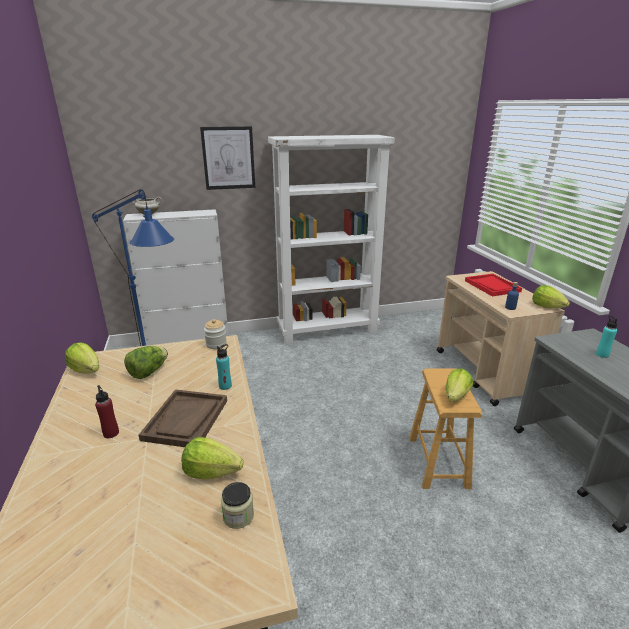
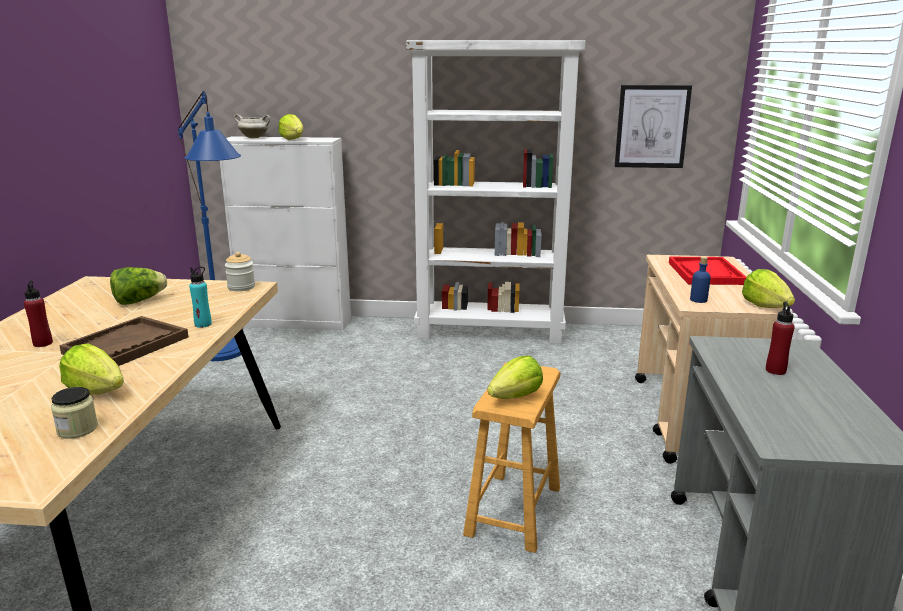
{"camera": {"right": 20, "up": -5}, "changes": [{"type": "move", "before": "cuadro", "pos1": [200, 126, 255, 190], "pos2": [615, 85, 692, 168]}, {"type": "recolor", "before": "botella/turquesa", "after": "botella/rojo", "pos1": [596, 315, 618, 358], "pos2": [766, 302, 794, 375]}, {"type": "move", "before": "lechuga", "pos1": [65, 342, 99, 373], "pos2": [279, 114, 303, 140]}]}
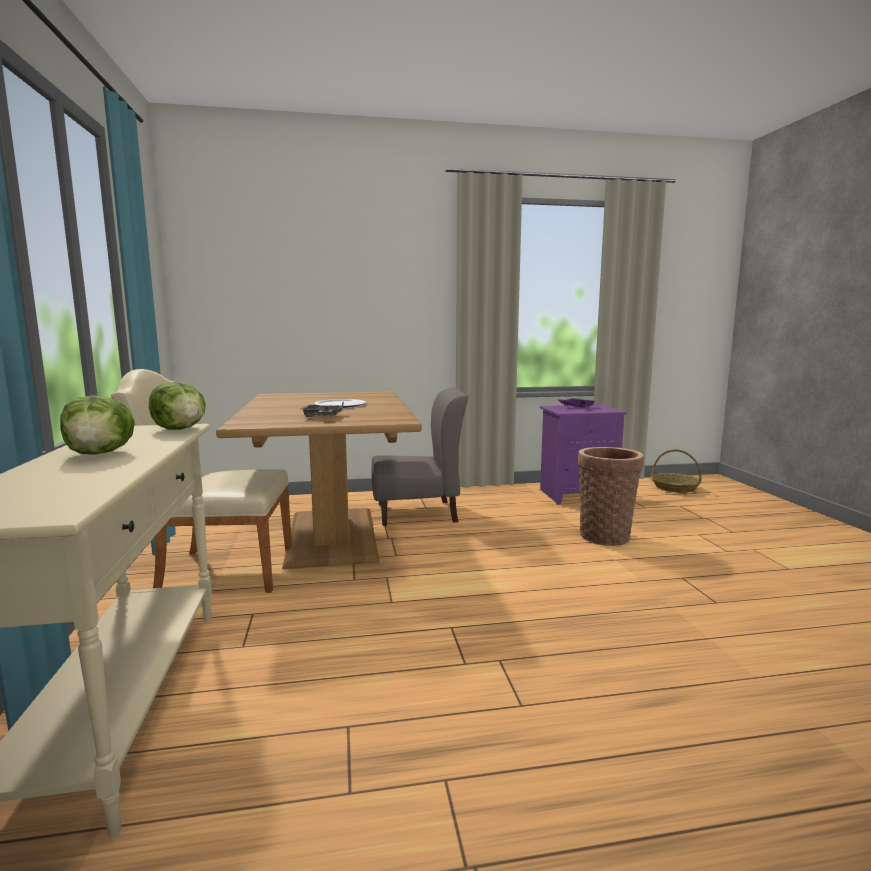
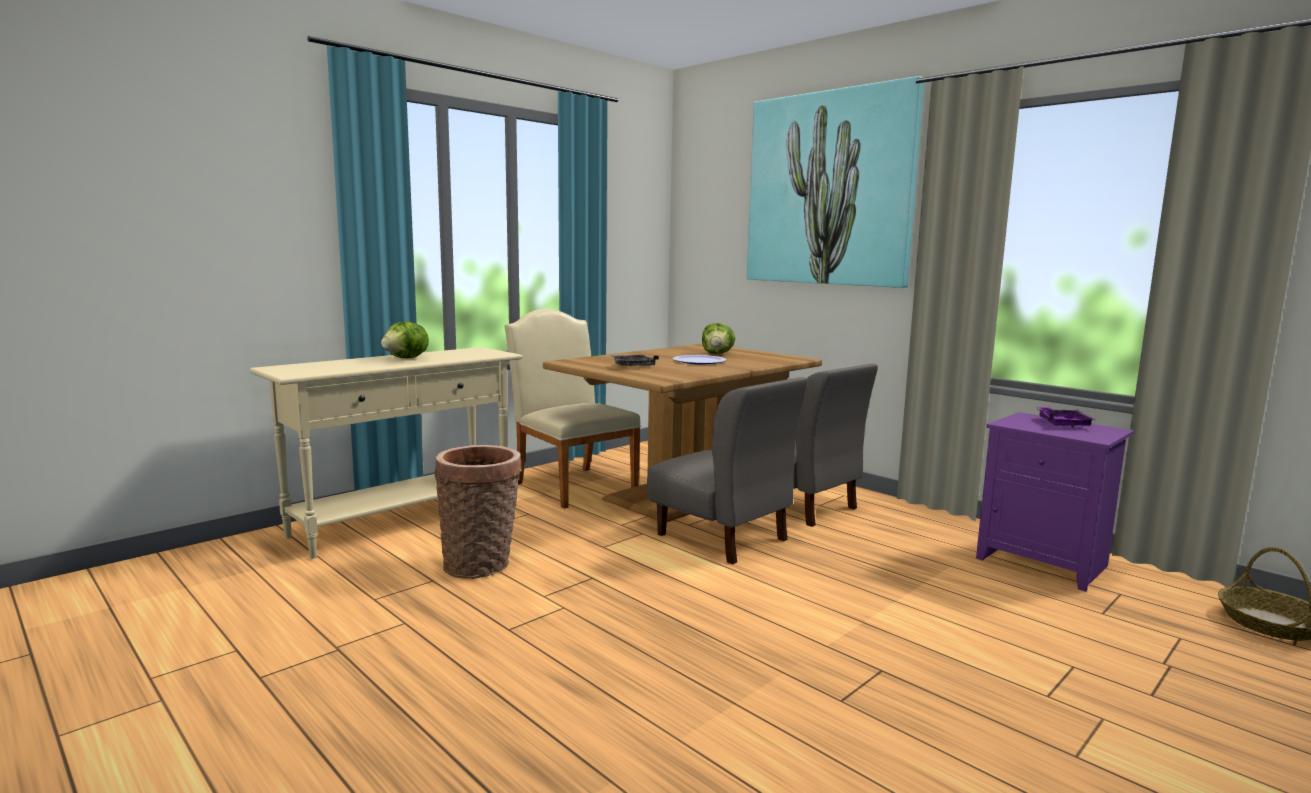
{"camera": {"right": 55, "up": 0}, "changes": [{"type": "move", "before": "lechuga", "pos1": [149, 382, 206, 430], "pos2": [702, 323, 735, 354]}, {"type": "move", "before": "cesta", "pos1": [578, 447, 644, 546], "pos2": [435, 445, 522, 579]}, {"type": "insert", "after": "cuadro", "pos2": [747, 76, 925, 288]}, {"type": "insert", "after": "silla/gris", "pos2": [647, 377, 807, 564]}]}
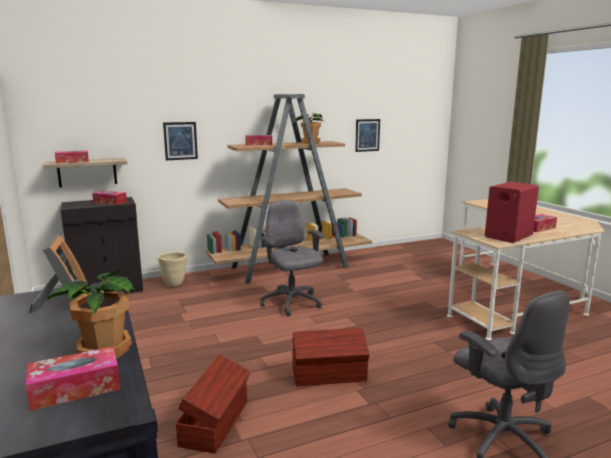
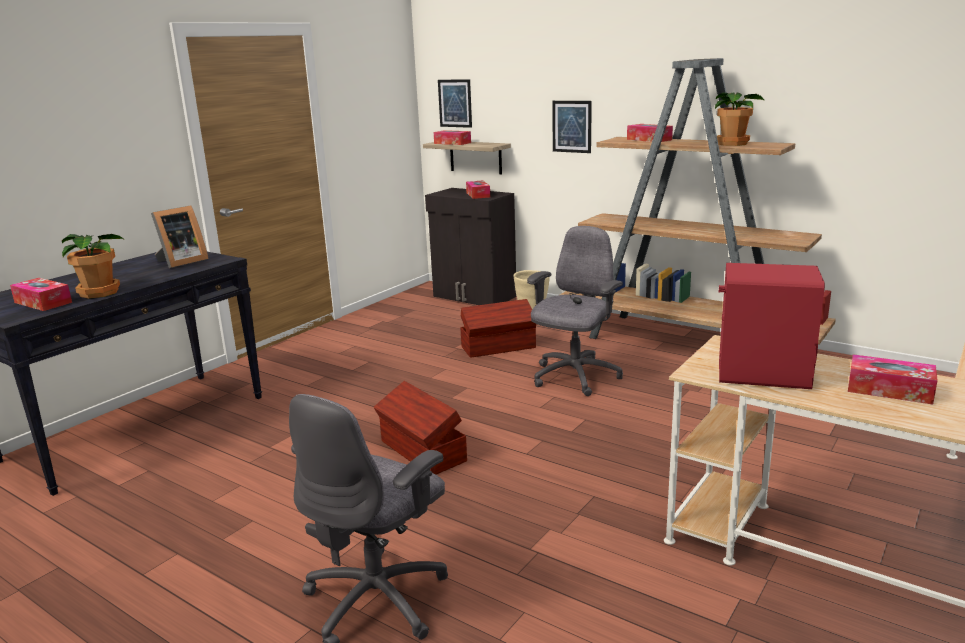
{"camera": {"right": 60, "up": 5}, "changes": [{"type": "move", "before": "cuadro", "pos1": [355, 119, 380, 152], "pos2": [438, 79, 472, 128]}, {"type": "move", "before": "caja de almacenaje/marrón", "pos1": [176, 354, 251, 454], "pos2": [460, 299, 536, 358]}]}
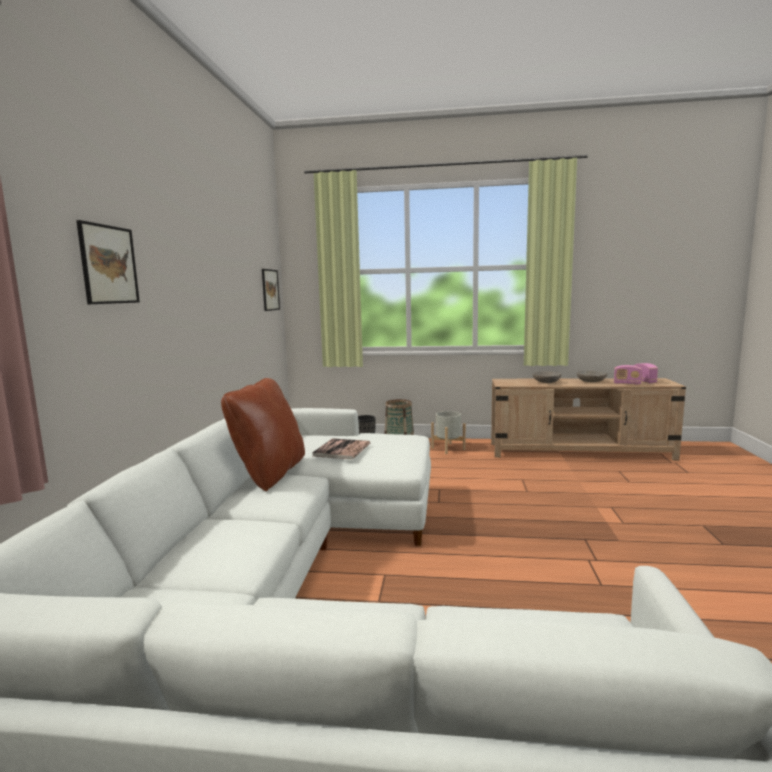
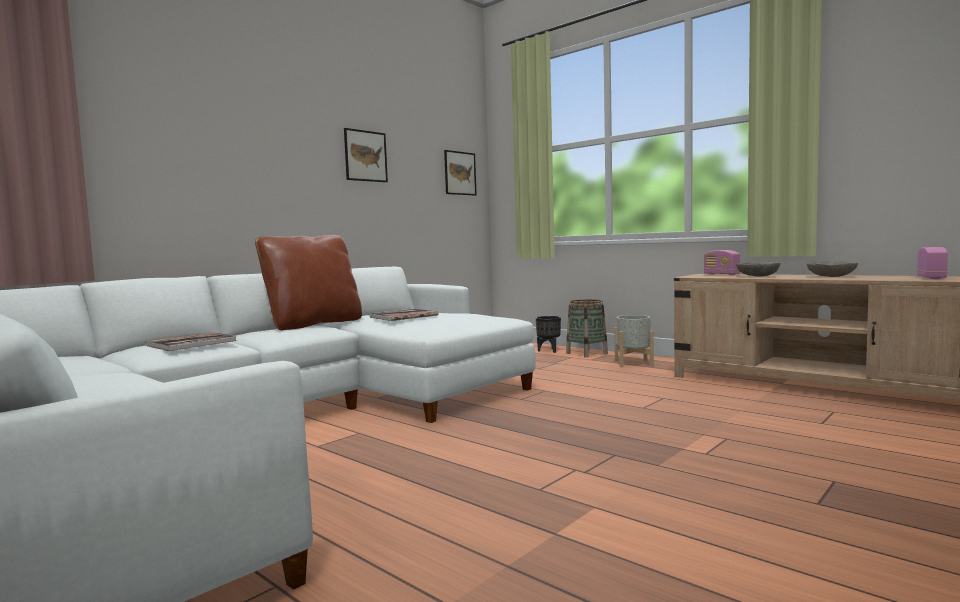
{"camera": {"right": 35, "up": -5}, "changes": [{"type": "move", "before": "cuadro", "pos1": [76, 220, 140, 304], "pos2": [344, 128, 388, 182]}, {"type": "move", "before": "radio", "pos1": [614, 365, 642, 385], "pos2": [704, 250, 740, 275]}, {"type": "insert", "after": "libro", "pos2": [145, 332, 237, 351]}]}
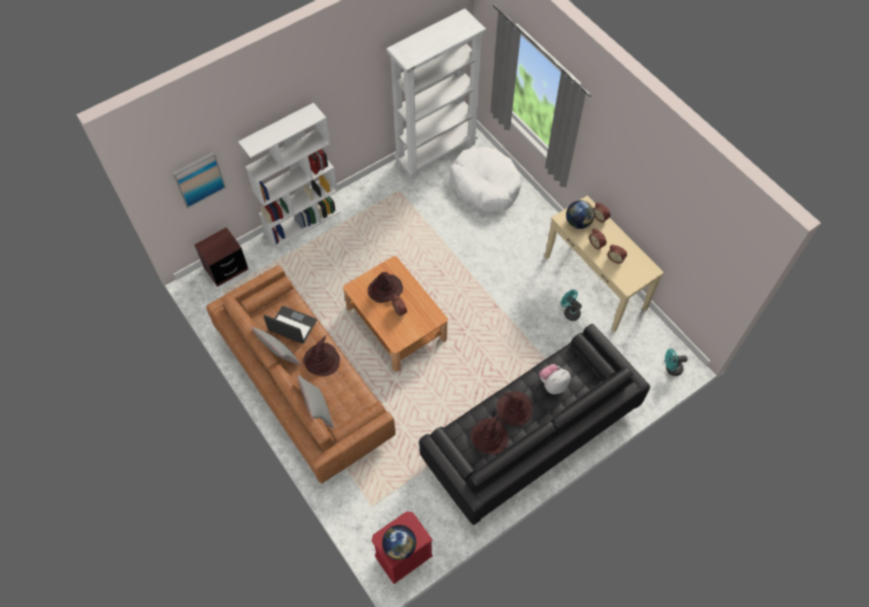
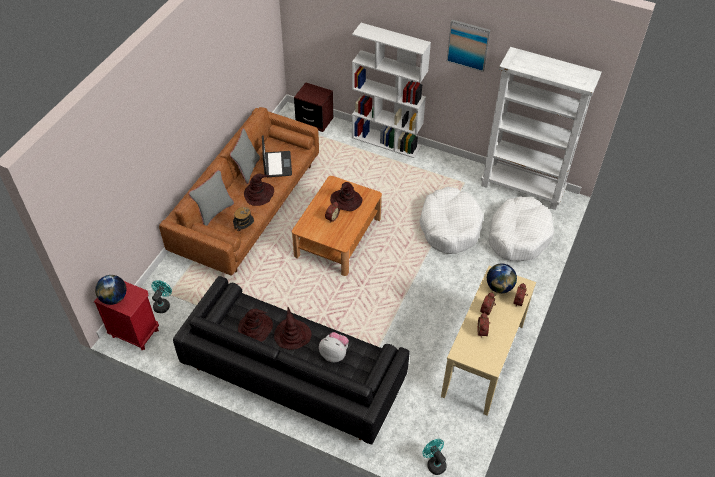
{"camera": {"right": 60, "up": -10}, "changes": [{"type": "move", "before": "cuadro", "pos1": [173, 152, 226, 208], "pos2": [446, 20, 491, 72]}, {"type": "move", "before": "ventilador/turquesa", "pos1": [561, 289, 582, 321], "pos2": [151, 280, 172, 313]}, {"type": "insert", "after": "cama para perro/blanco", "pos2": [419, 187, 484, 254]}, {"type": "insert", "after": "sombrero", "pos2": [233, 207, 254, 232]}]}
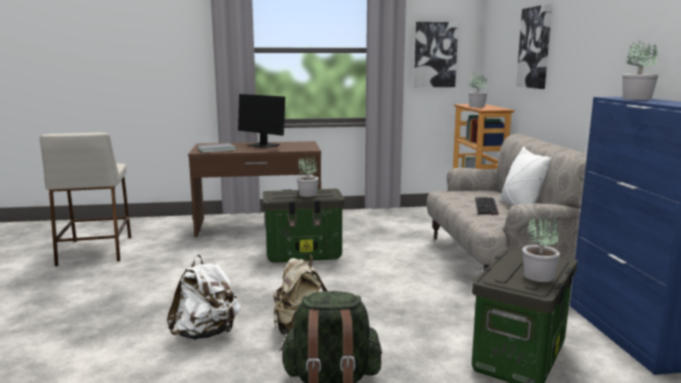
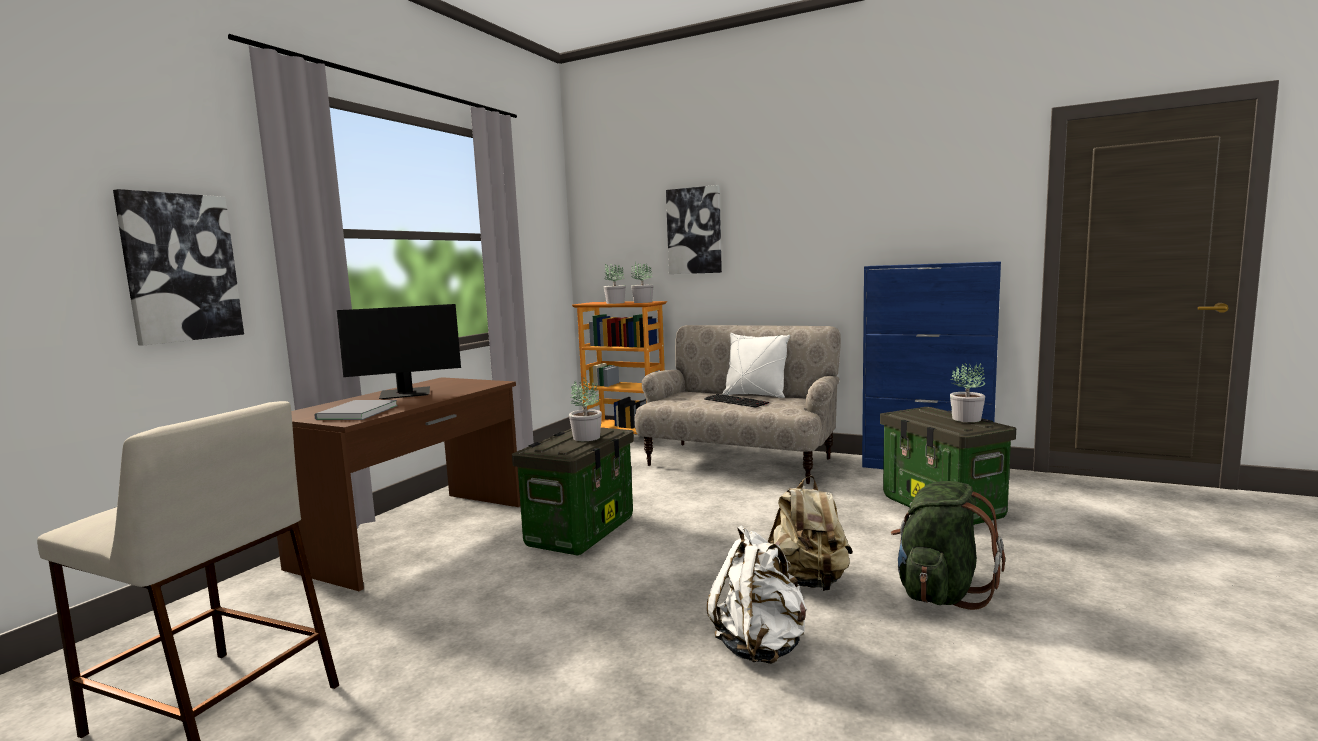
{"camera": {"right": -55, "up": -5}, "changes": [{"type": "move", "before": "cuadro", "pos1": [414, 22, 458, 87], "pos2": [113, 189, 244, 346]}, {"type": "move", "before": "planta en maceta", "pos1": [622, 41, 658, 100], "pos2": [631, 262, 654, 303]}]}
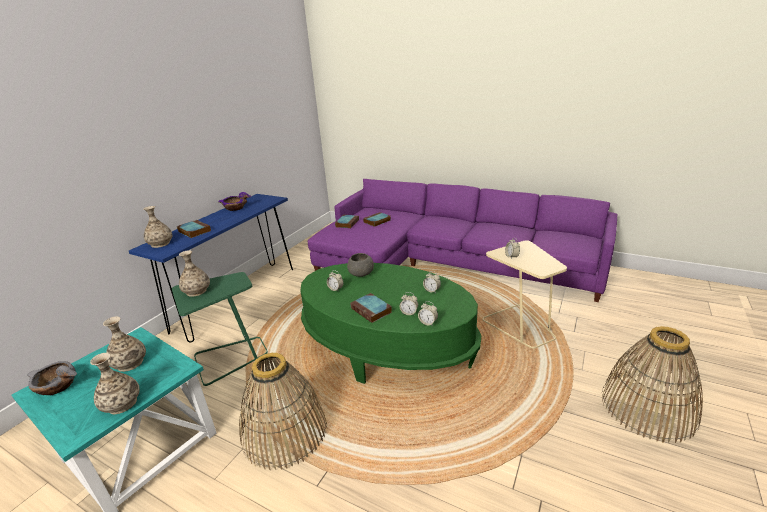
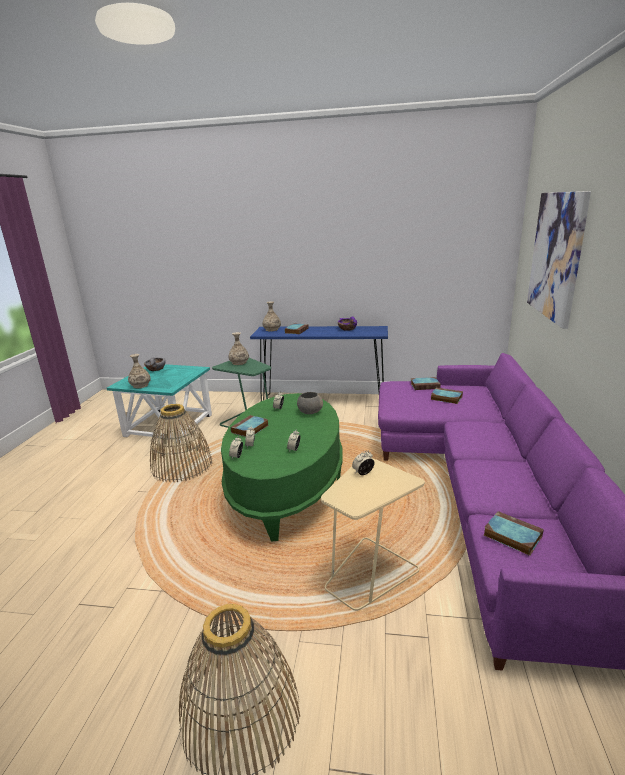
{"camera": {"right": 70, "up": -5}, "changes": [{"type": "delete", "before": "florero", "pos1": [103, 316, 146, 372]}, {"type": "insert", "after": "cuadro", "pos2": [527, 191, 591, 329]}, {"type": "insert", "after": "libro", "pos2": [484, 511, 544, 556]}]}
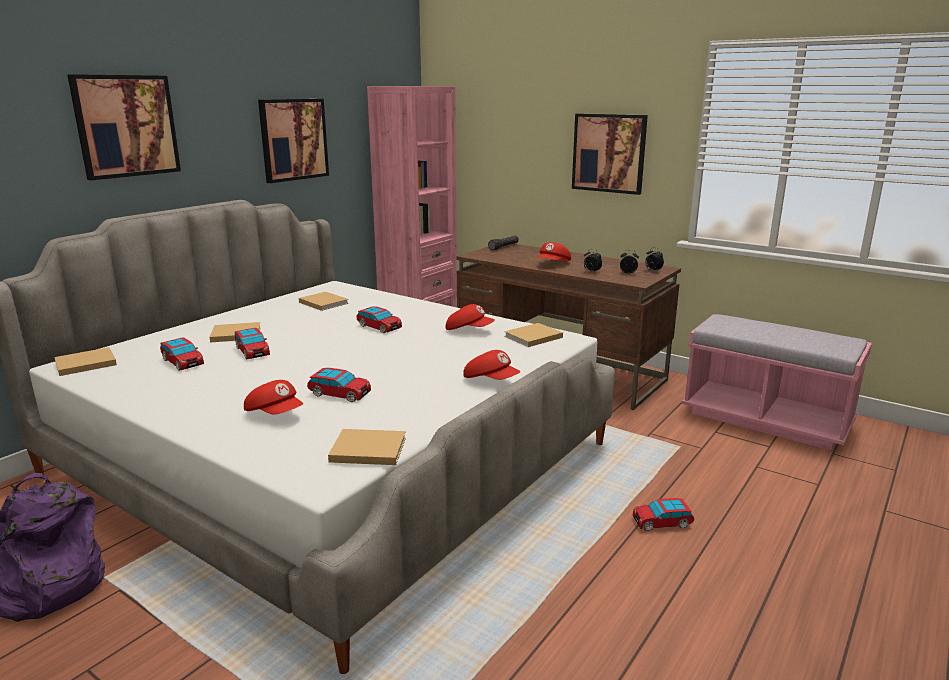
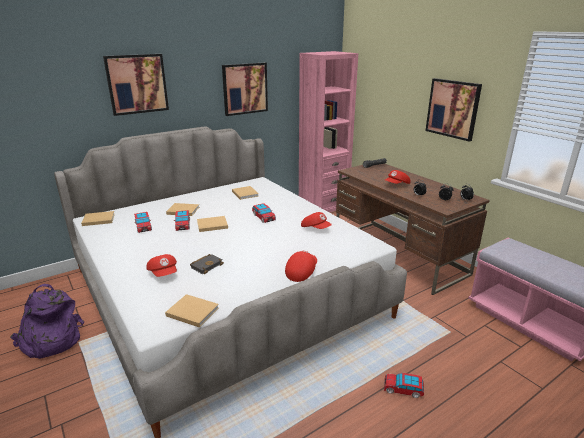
{"camera": {"right": 20, "up": 5}, "changes": [{"type": "move", "before": "libro/beis", "pos1": [504, 323, 563, 347], "pos2": [197, 216, 228, 232]}, {"type": "rotate", "before": "gorra/rojo", "pos1": [463, 350, 520, 380], "pos2": [285, 251, 317, 282], "turn": -120}, {"type": "replace", "before": "coche de juguete", "after": "libro/negro", "pos1": [307, 368, 371, 402], "pos2": [190, 254, 224, 274]}]}
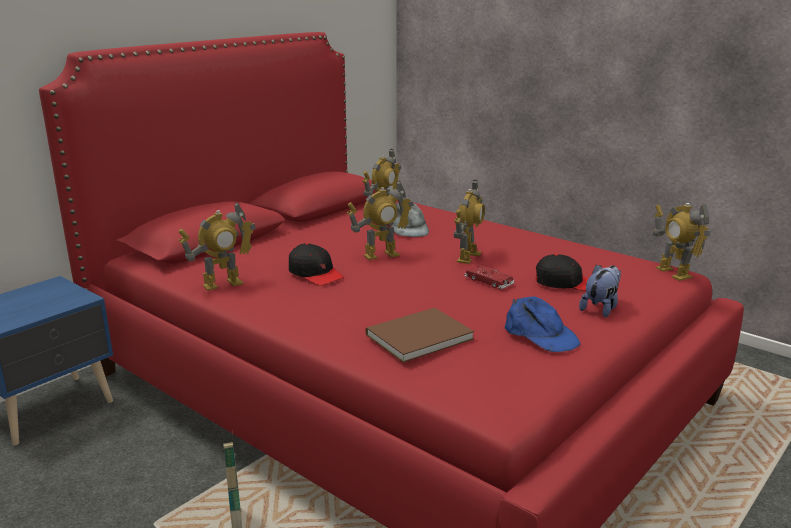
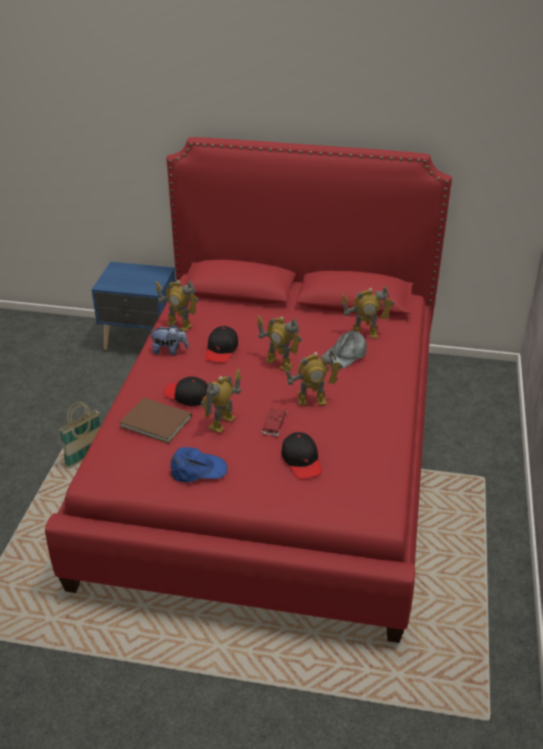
{"camera": {"right": 60, "up": 15}, "changes": [{"type": "move", "before": "robot de juguete", "pos1": [653, 203, 710, 281], "pos2": [201, 369, 242, 433]}, {"type": "move", "before": "peluche", "pos1": [579, 264, 621, 317], "pos2": [149, 324, 189, 355]}, {"type": "rotate", "before": "gorra/azul", "pos1": [505, 297, 580, 352], "pos2": [170, 447, 227, 483], "turn": -120}, {"type": "insert", "after": "gorra/negro", "pos2": [163, 376, 208, 406]}]}
